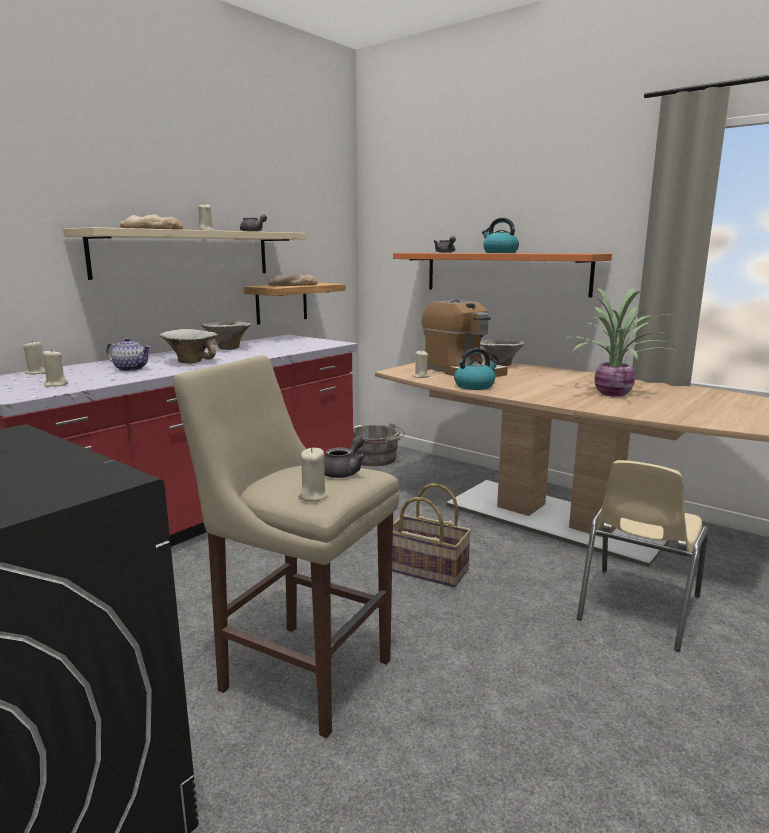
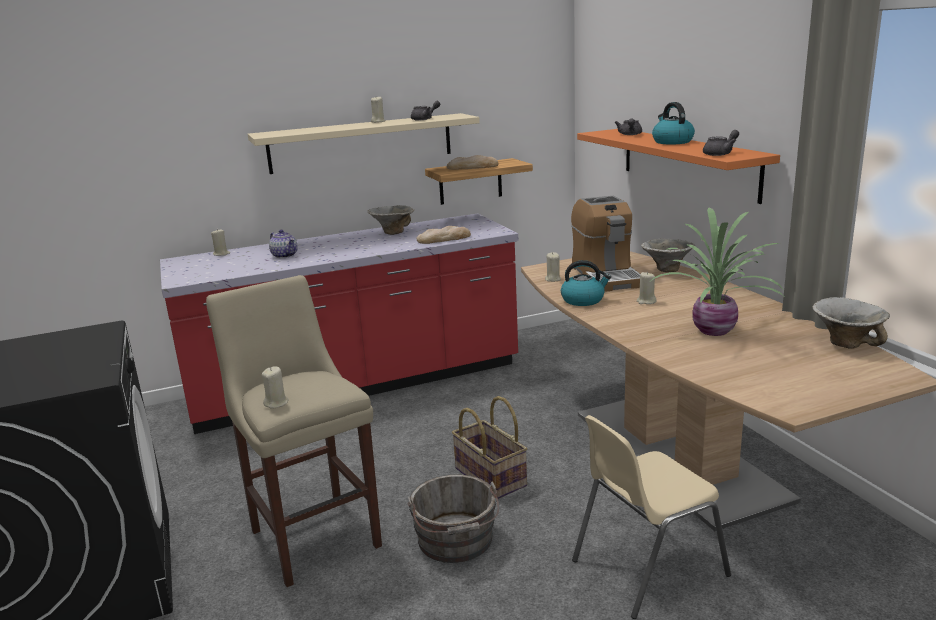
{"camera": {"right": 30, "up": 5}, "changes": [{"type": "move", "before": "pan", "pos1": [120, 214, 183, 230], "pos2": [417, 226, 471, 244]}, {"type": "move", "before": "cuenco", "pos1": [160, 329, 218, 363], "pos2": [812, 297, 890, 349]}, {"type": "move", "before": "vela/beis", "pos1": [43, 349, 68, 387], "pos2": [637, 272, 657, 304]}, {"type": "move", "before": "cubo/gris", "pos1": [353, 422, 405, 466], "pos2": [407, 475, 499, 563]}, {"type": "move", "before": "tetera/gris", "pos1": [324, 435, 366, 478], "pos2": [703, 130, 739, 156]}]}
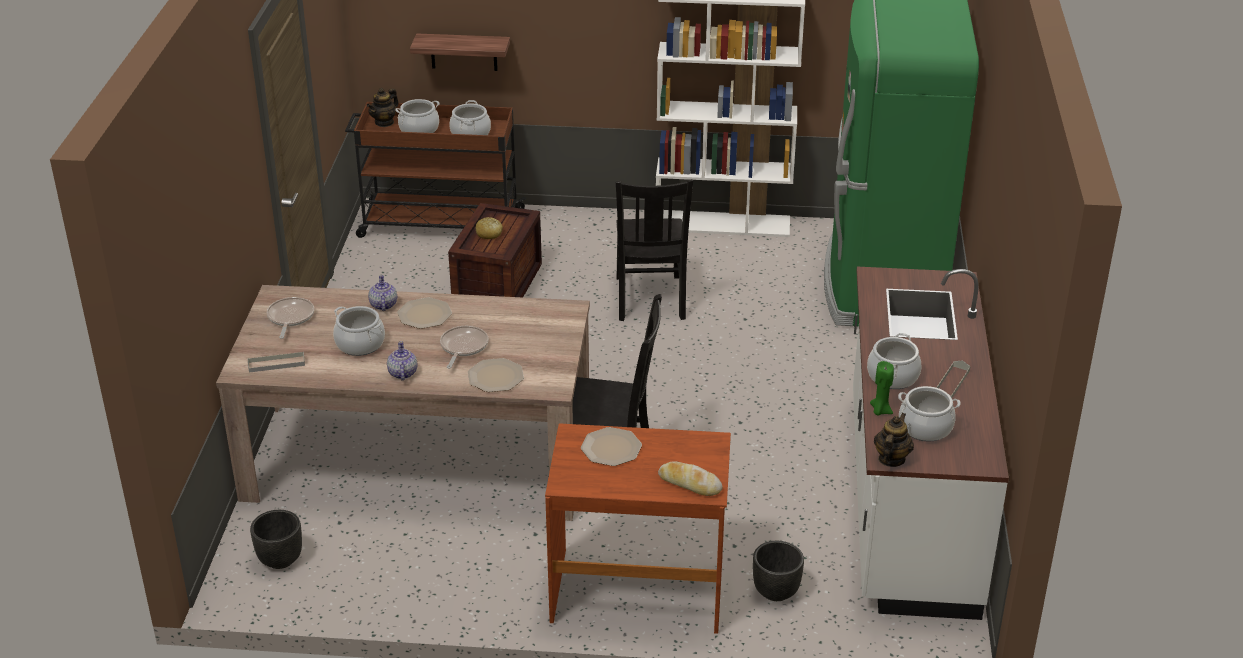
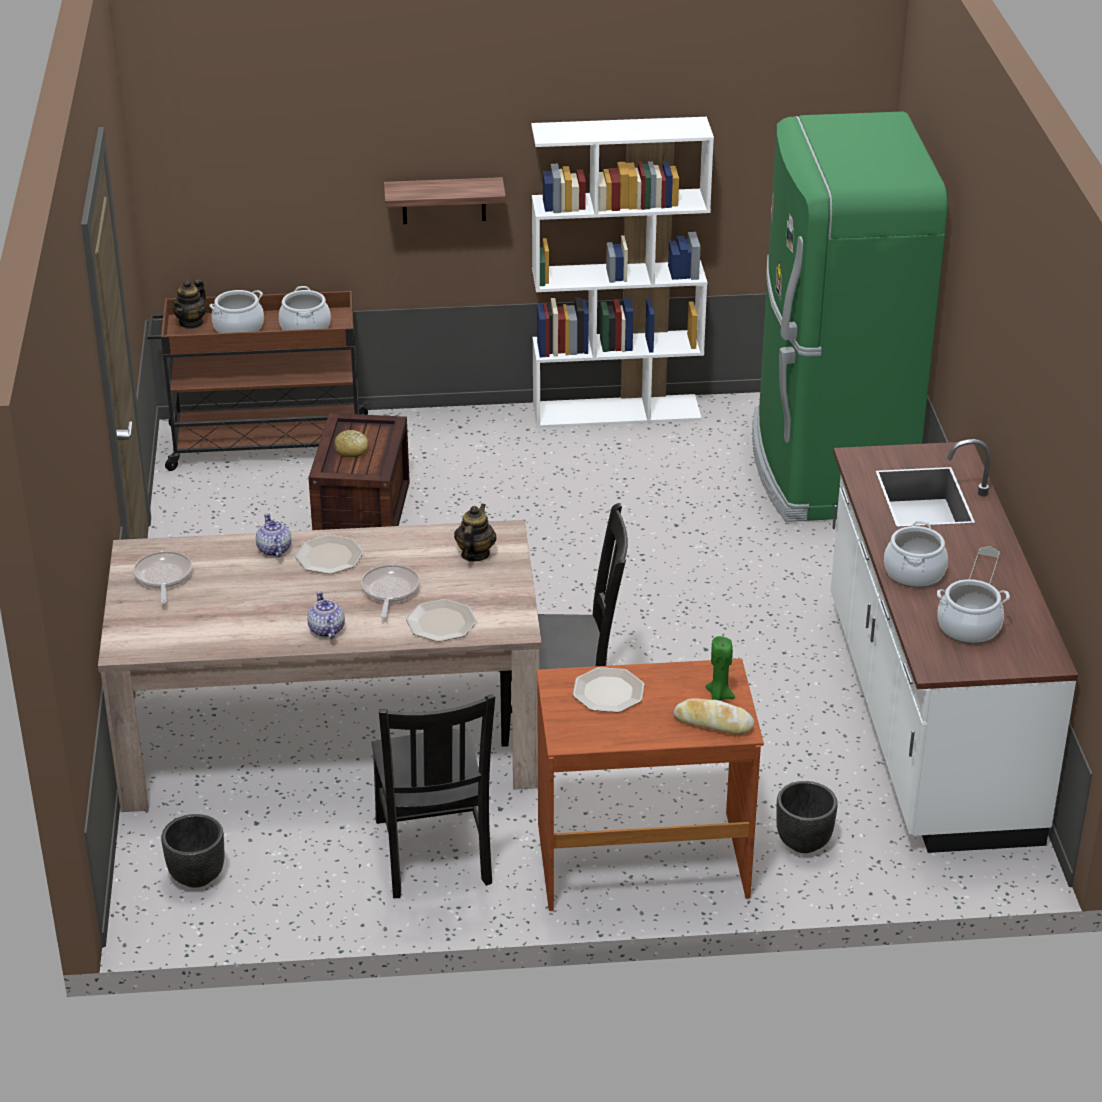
{"camera": {"right": -10, "up": 0}, "changes": [{"type": "move", "before": "estante", "pos1": [410, 33, 510, 71], "pos2": [384, 177, 506, 224]}, {"type": "move", "before": "silla/negro", "pos1": [616, 179, 693, 321], "pos2": [371, 694, 495, 898]}, {"type": "delete", "before": "olla", "pos1": [333, 306, 385, 356]}, {"type": "delete", "before": "bandeja/gris", "pos1": [248, 352, 305, 373]}, {"type": "move", "before": "vela/verde", "pos1": [870, 361, 894, 415], "pos2": [705, 636, 735, 701]}, {"type": "move", "before": "tetera", "pos1": [874, 413, 914, 467], "pos2": [454, 504, 497, 562]}]}
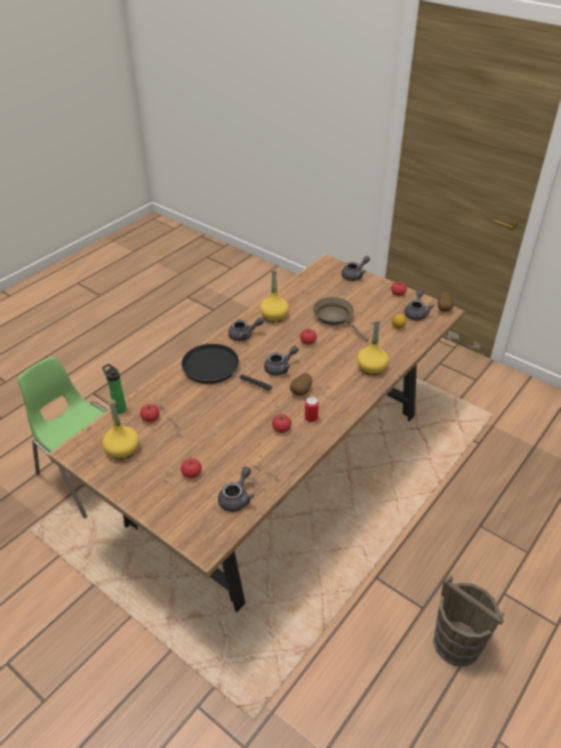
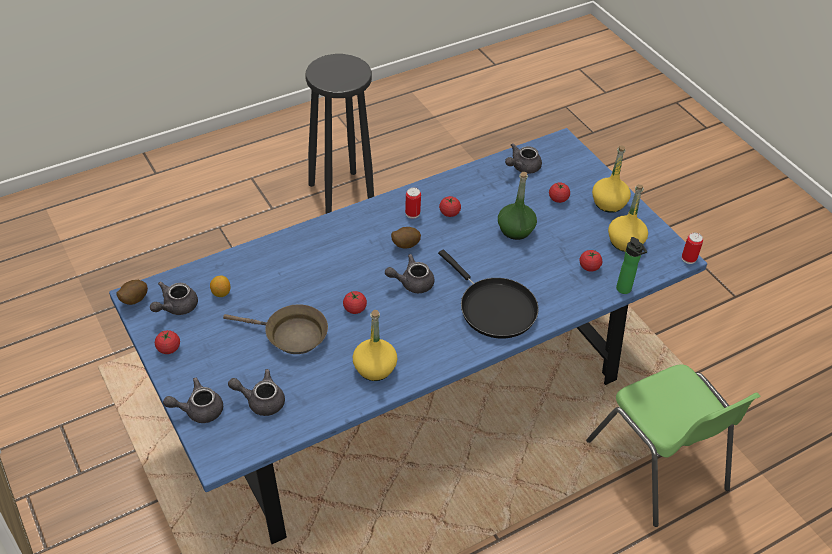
{"camera": {"right": -160, "up": 5}, "changes": [{"type": "recolor", "before": "mesa de comedor/marrón", "after": "mesa de comedor/azul", "pos1": [48, 254, 464, 612], "pos2": [109, 128, 707, 544]}, {"type": "rotate", "before": "sartén/marrón", "pos1": [313, 297, 369, 341], "pos2": [223, 304, 328, 354], "turn": -60}, {"type": "move", "before": "tetera/gris", "pos1": [228, 317, 264, 341], "pos2": [228, 369, 285, 416]}, {"type": "move", "before": "botella/amarillo", "pos1": [357, 319, 389, 375], "pos2": [592, 145, 631, 213]}, {"type": "replace", "before": "cubo/marrón", "after": "taburete/negro", "pos1": [433, 574, 505, 667], "pos2": [305, 54, 374, 214]}, {"type": "insert", "after": "botella/verde", "pos2": [498, 172, 537, 240]}, {"type": "insert", "after": "lata", "pos2": [682, 233, 703, 264]}]}
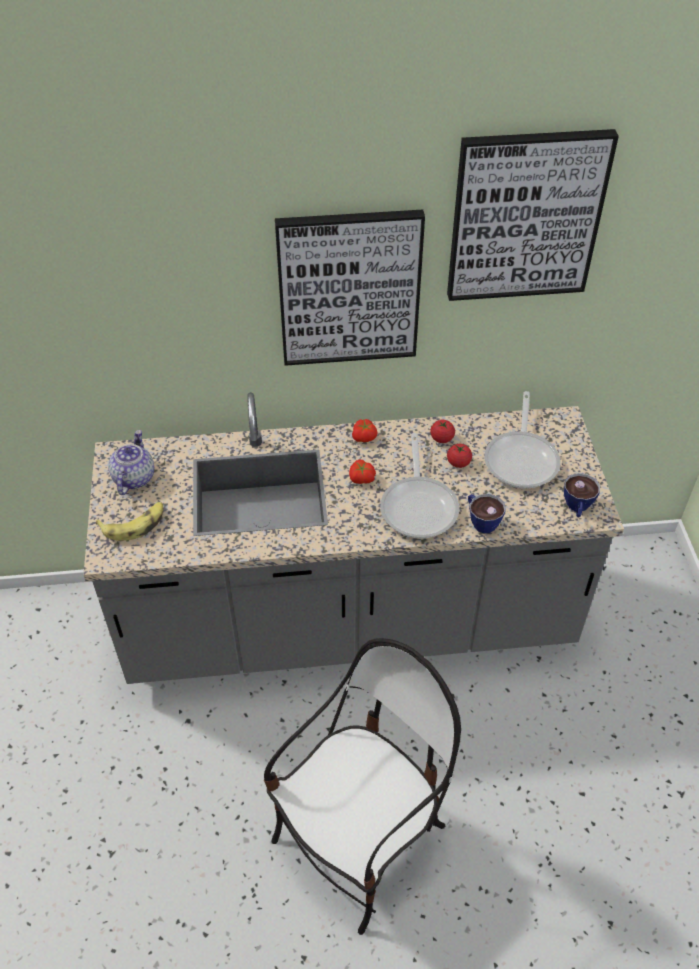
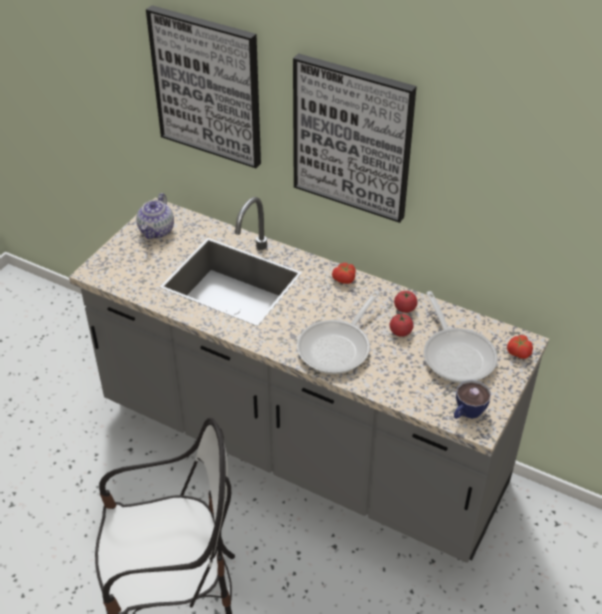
{"camera": {"right": 35, "up": -5}, "changes": [{"type": "move", "before": "cuadro", "pos1": [447, 129, 619, 301], "pos2": [146, 5, 261, 168]}, {"type": "rotate", "before": "sartén", "pos1": [484, 391, 561, 489], "pos2": [423, 291, 498, 383], "turn": -60}, {"type": "rotate", "before": "tetera", "pos1": [108, 430, 154, 495], "pos2": [136, 193, 174, 239], "turn": 150}, {"type": "move", "before": "tomate", "pos1": [349, 460, 376, 484], "pos2": [507, 335, 533, 359]}, {"type": "delete", "before": "taza", "pos1": [468, 494, 506, 533]}, {"type": "delete", "before": "plátano", "pos1": [96, 502, 163, 541]}]}
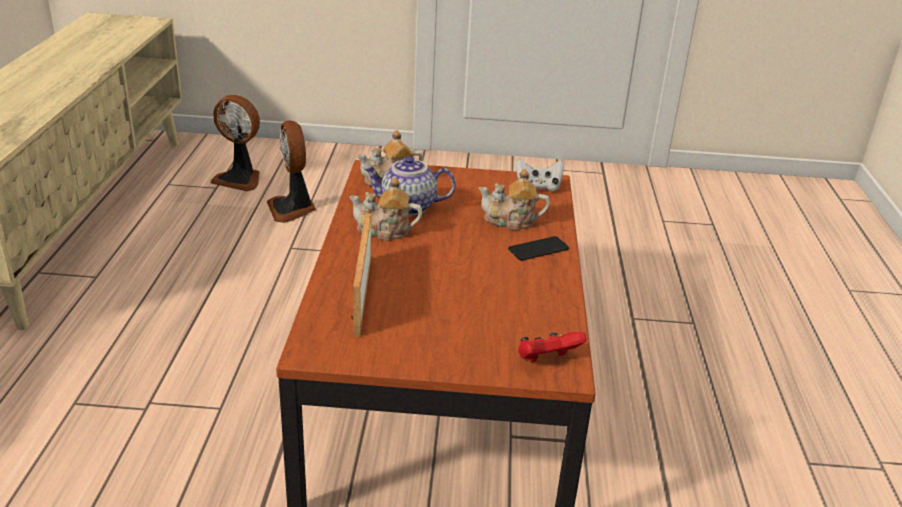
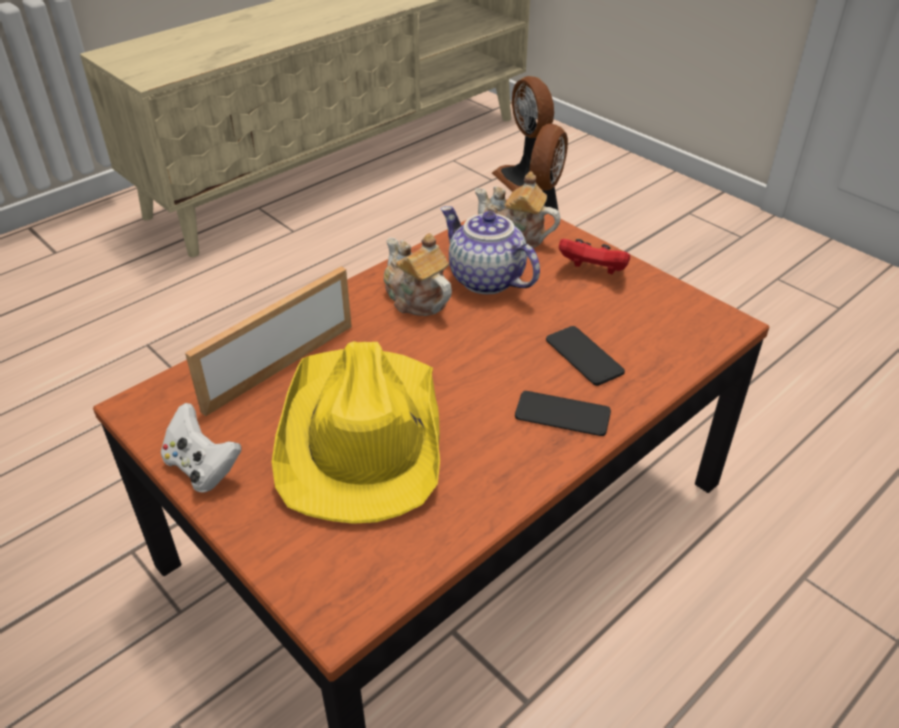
{"camera": {"right": 45, "up": 10}, "changes": [{"type": "move", "before": "mando de consola/blanco", "pos1": [516, 158, 564, 191], "pos2": [161, 403, 242, 493]}, {"type": "replace", "before": "tetera", "after": "móvil", "pos1": [479, 169, 550, 231], "pos2": [546, 326, 625, 386]}, {"type": "move", "before": "mando de consola/rojo", "pos1": [518, 332, 586, 362], "pos2": [559, 239, 630, 274]}, {"type": "insert", "after": "sombrero/amarillo", "pos2": [272, 341, 440, 524]}]}
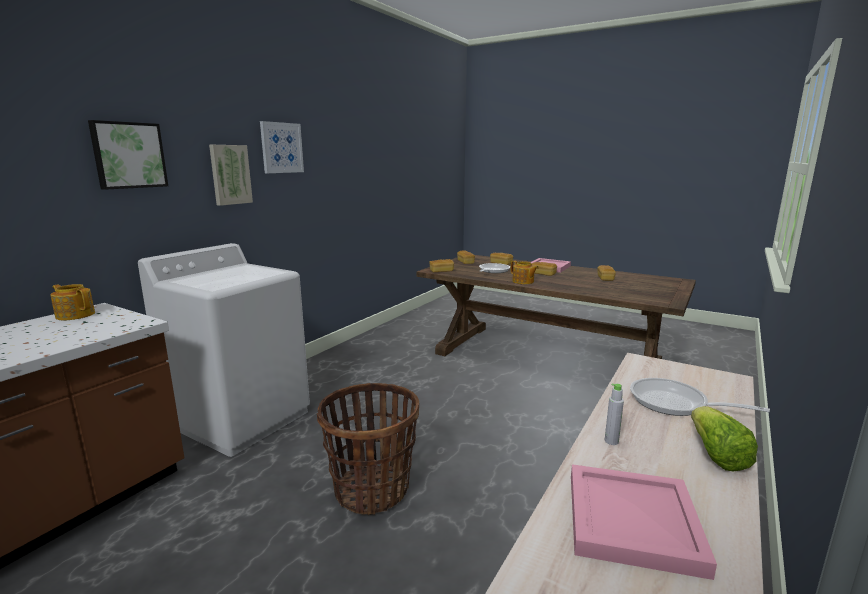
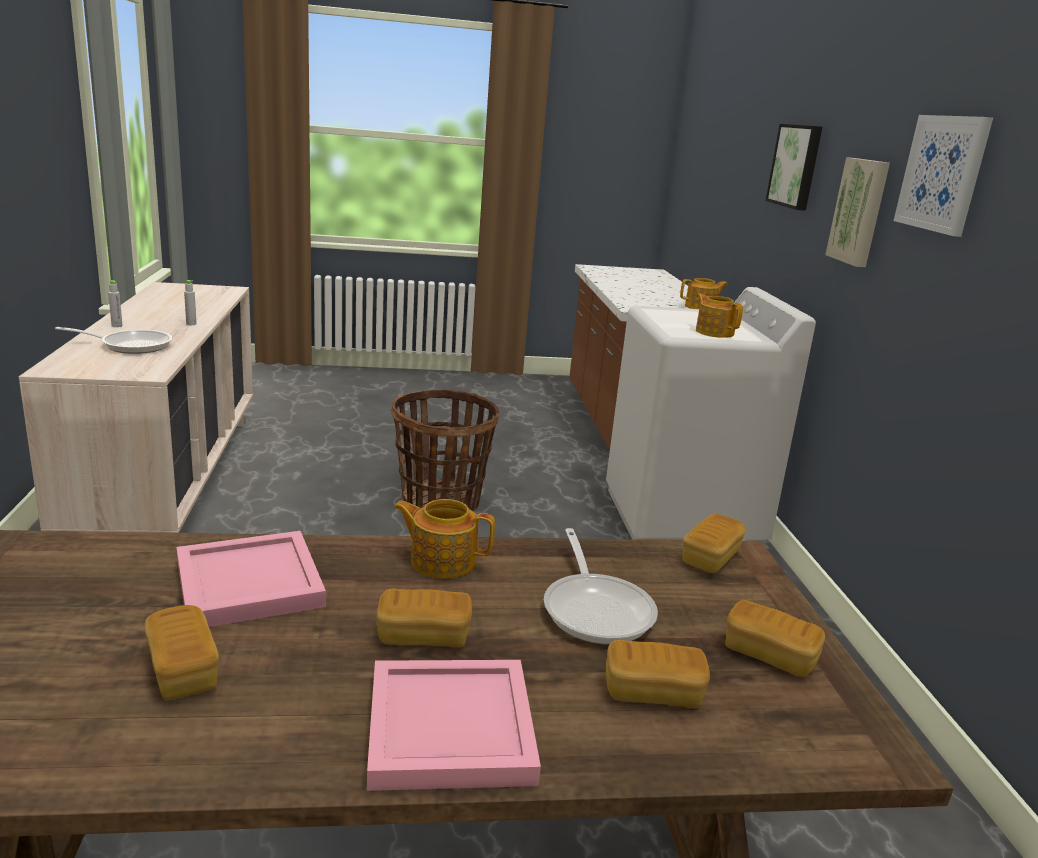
{"camera": {"right": 140, "up": 5}, "changes": [{"type": "replace", "before": "lechuga", "after": "botella/gris", "pos1": [691, 406, 758, 471], "pos2": [108, 280, 123, 327]}, {"type": "move", "before": "bandeja/rosa", "pos1": [571, 464, 717, 580], "pos2": [176, 531, 326, 627]}, {"type": "insert", "after": "tetera", "pos2": [696, 293, 743, 338]}]}
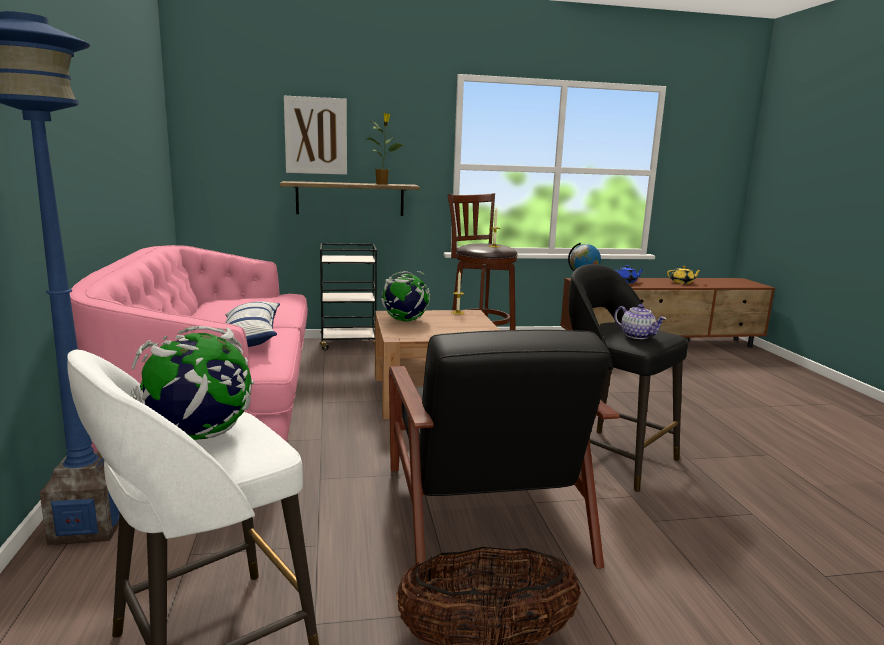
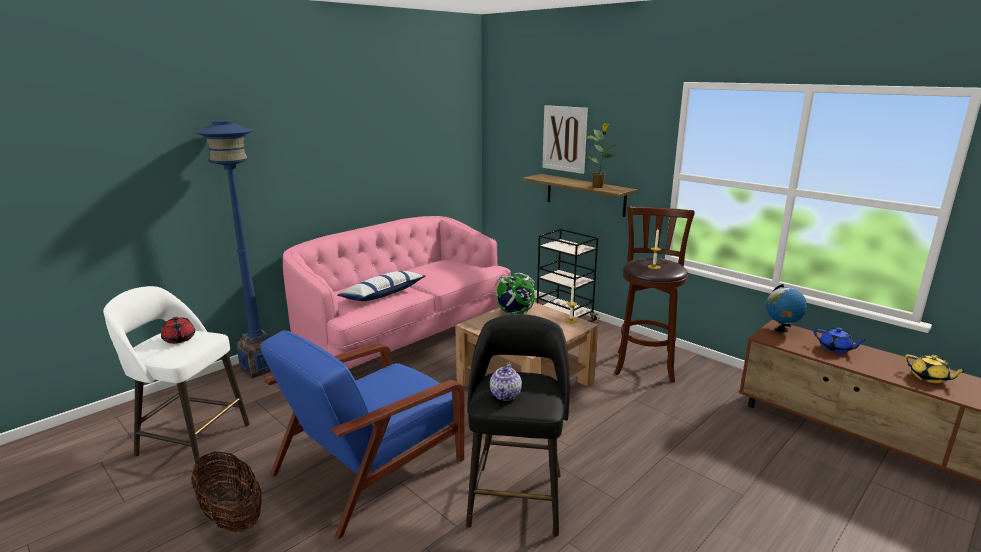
{"camera": {"right": 55, "up": 5}, "changes": [{"type": "replace", "before": "globo terráqueo", "after": "tetera/rojo", "pos1": [131, 326, 254, 440], "pos2": [161, 317, 195, 344]}, {"type": "recolor", "before": "sillón/negro", "after": "sillón/azul", "pos1": [389, 330, 620, 578], "pos2": [260, 330, 464, 539]}]}
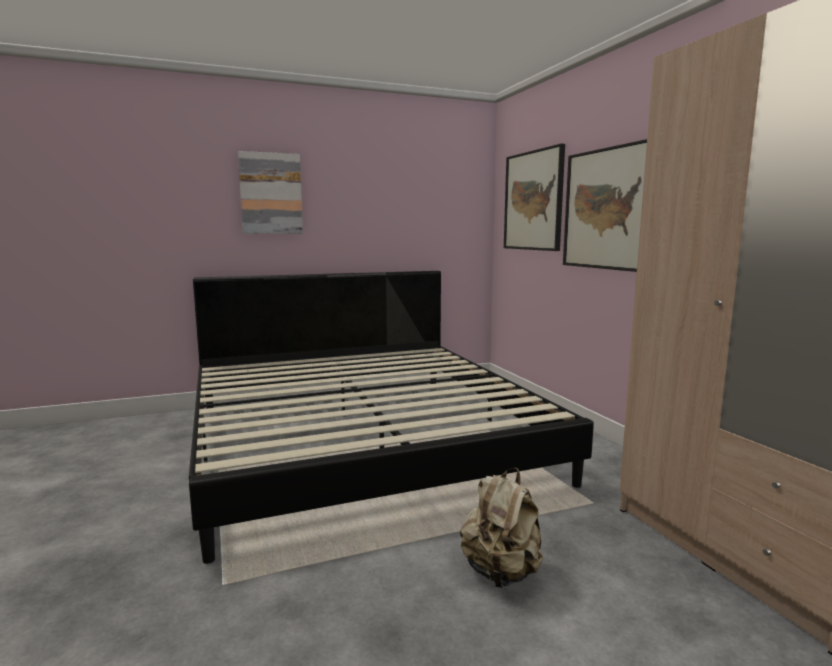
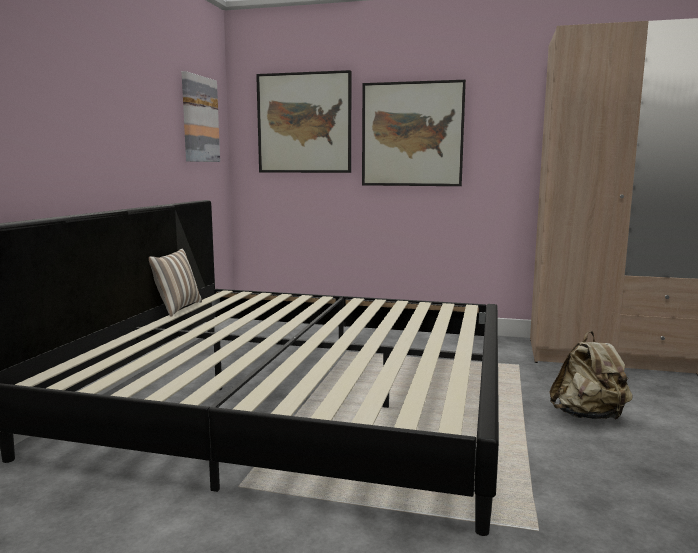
{"camera": {"right": -55, "up": 0}, "changes": [{"type": "move", "before": "cuadro", "pos1": [238, 151, 303, 234], "pos2": [182, 71, 220, 162]}, {"type": "insert", "after": "cojín", "pos2": [149, 249, 202, 317]}]}
